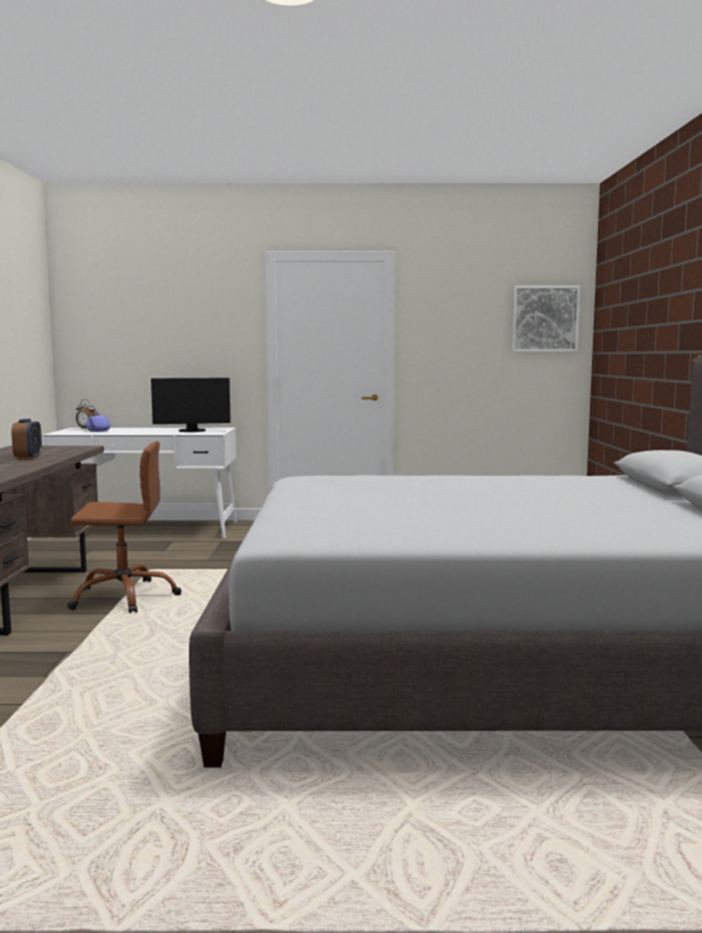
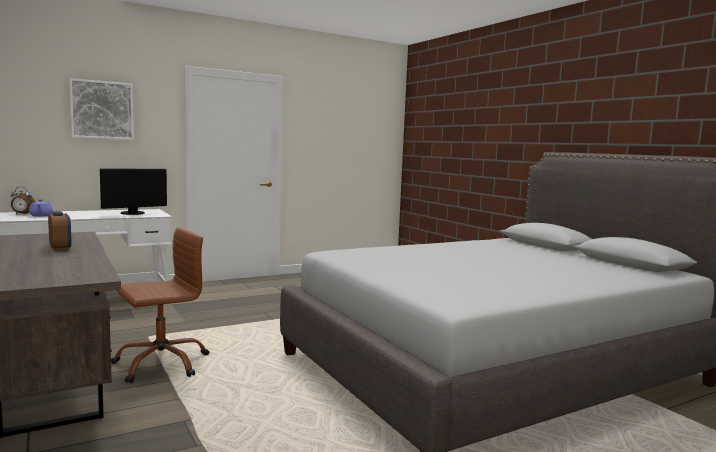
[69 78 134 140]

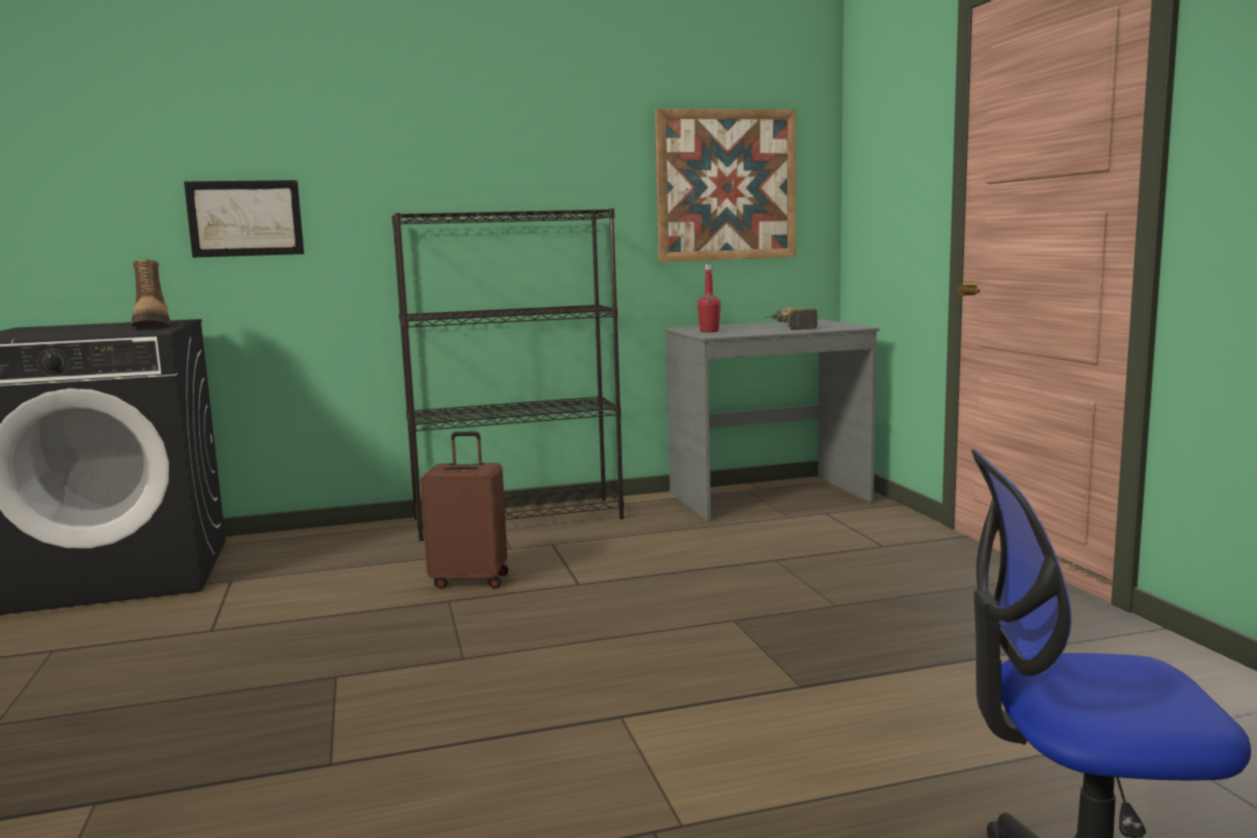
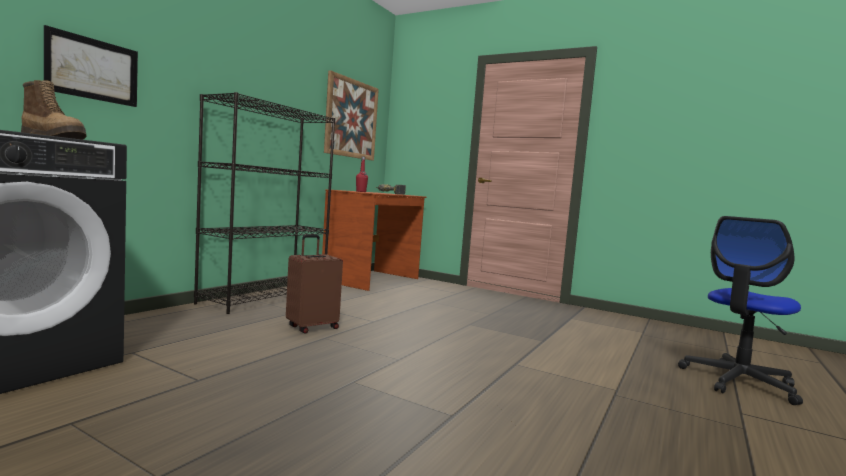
[322 189 426 291]

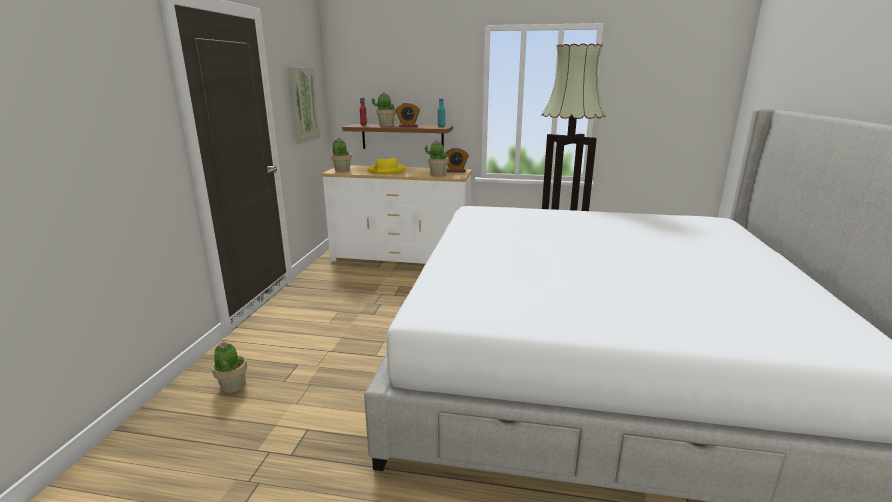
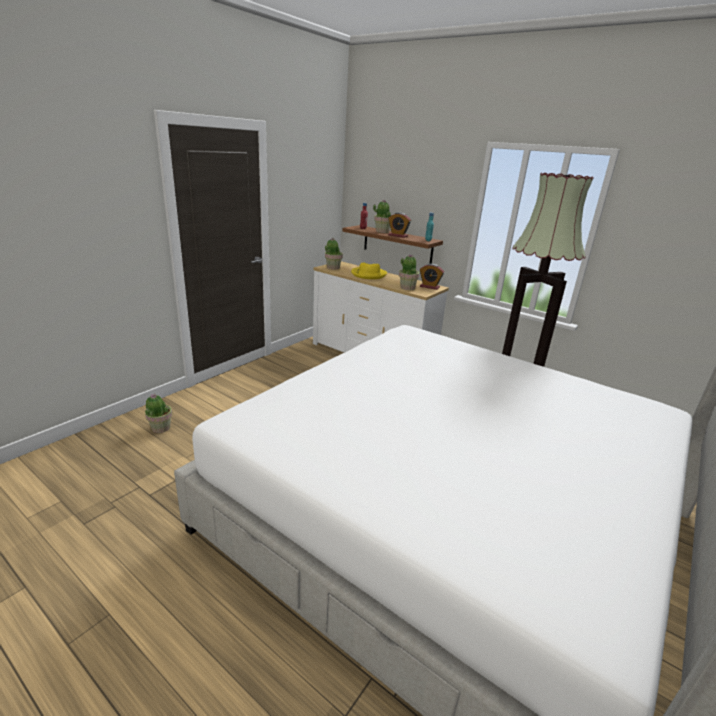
[287 67 320 144] (first image)

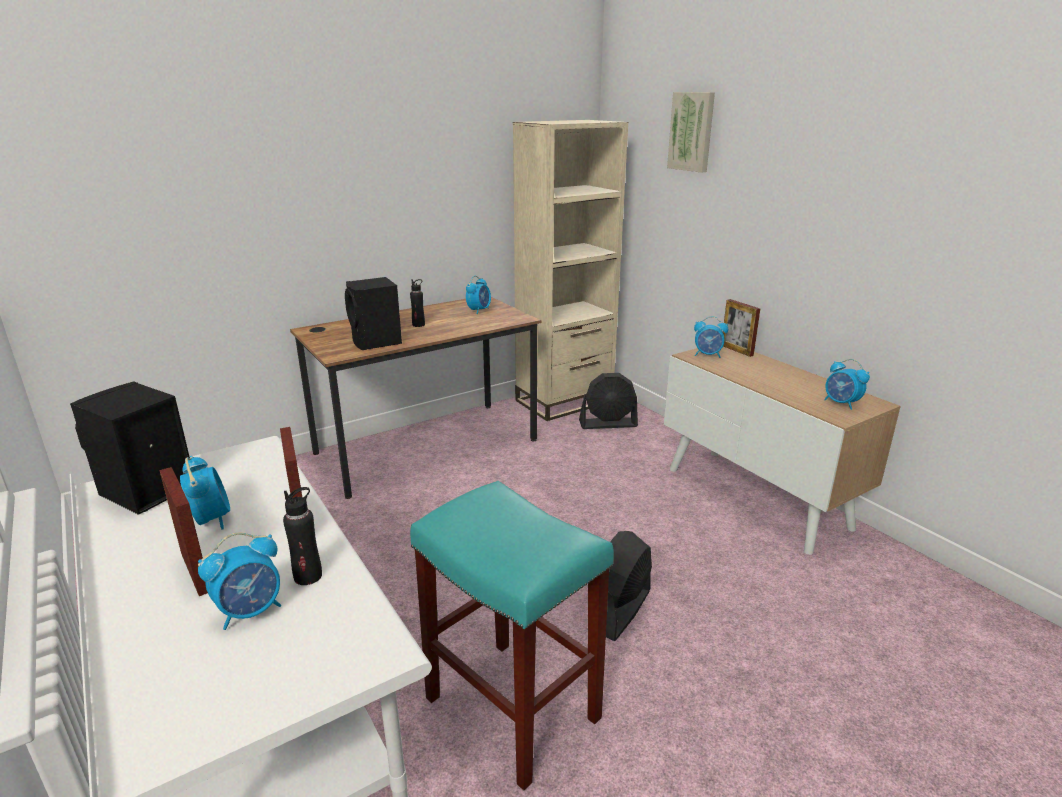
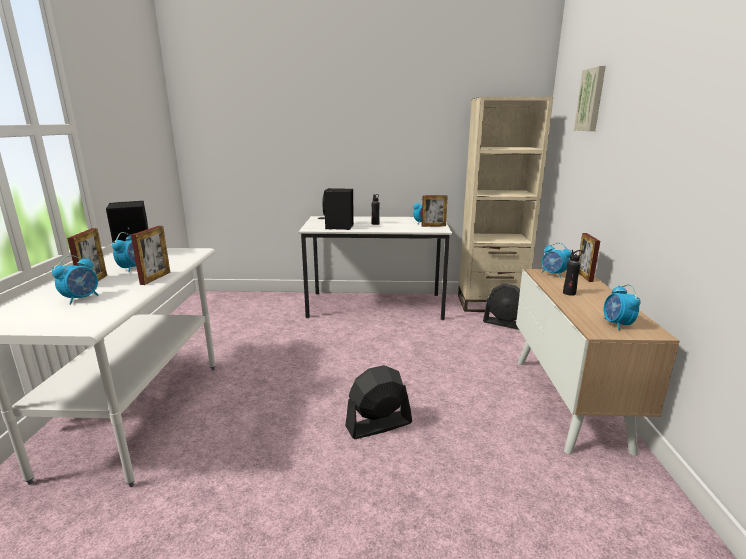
[52 255 98 305]
[298 216 452 320]
[422 195 448 227]
[563 250 583 296]
[410 481 614 791] (first image)

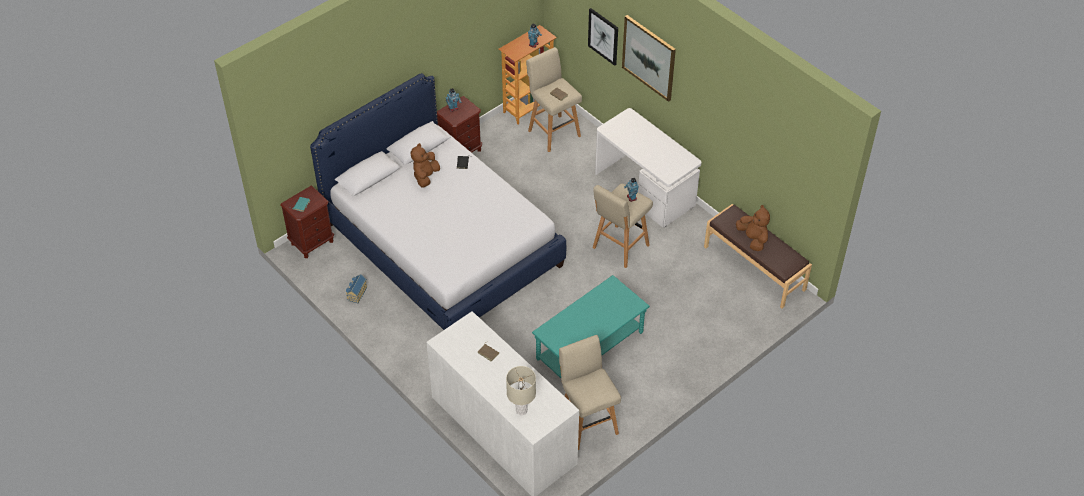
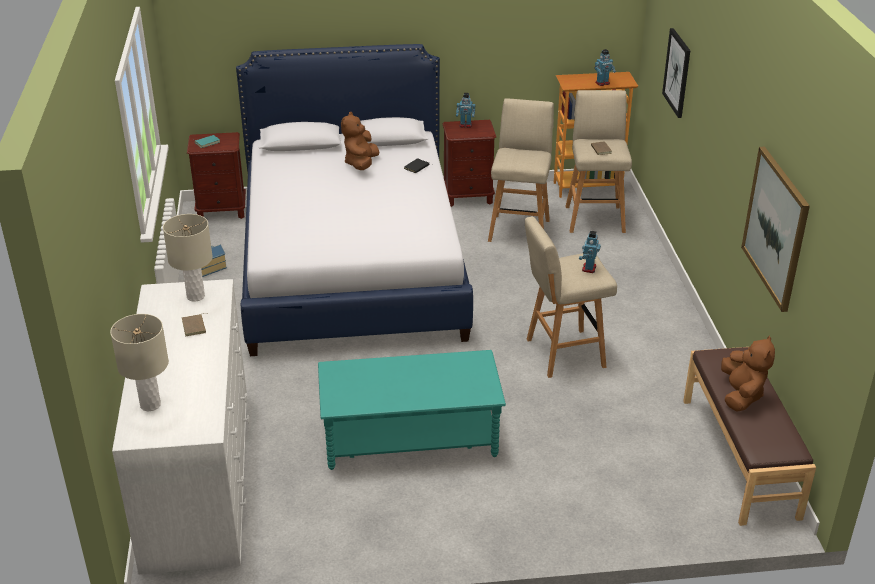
[163 214 213 302]
[341 112 379 170]
[488 98 554 242]
[741 147 810 312]
[595 108 702 228] (first image)

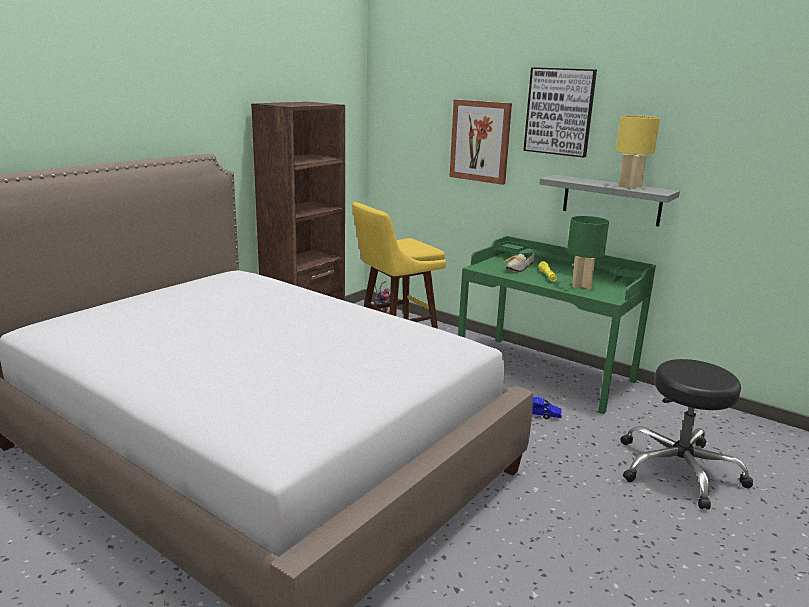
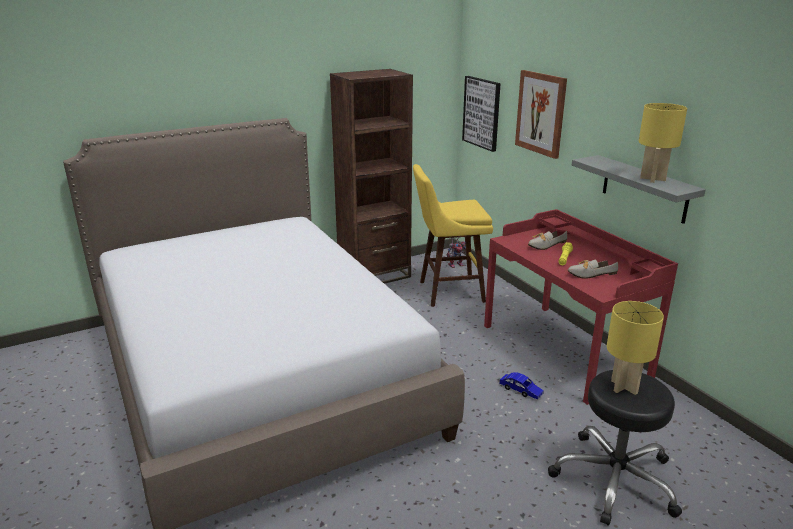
[462 76 501 152]
[484 209 678 405]
[568 259 618 279]
[607 301 664 395]

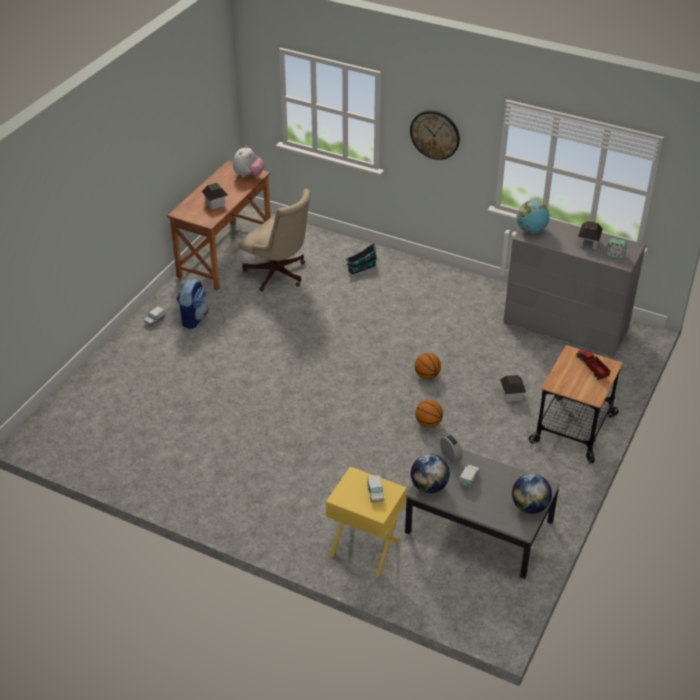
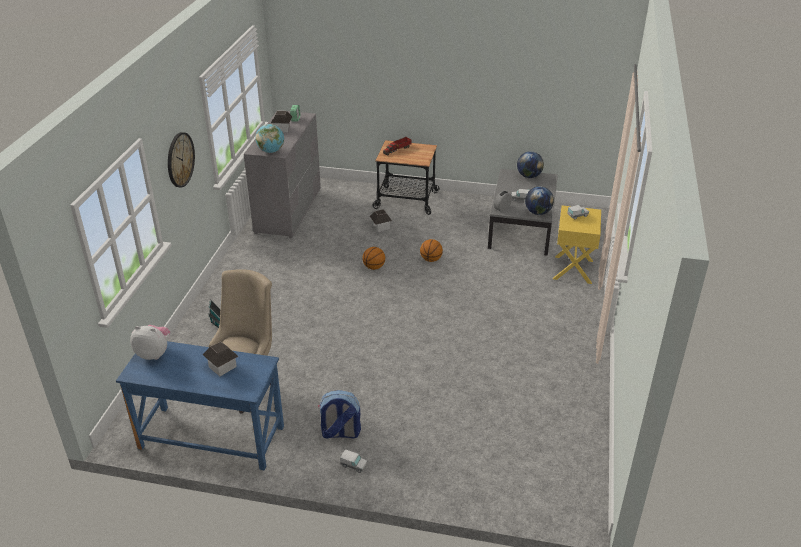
[116 341 284 470]

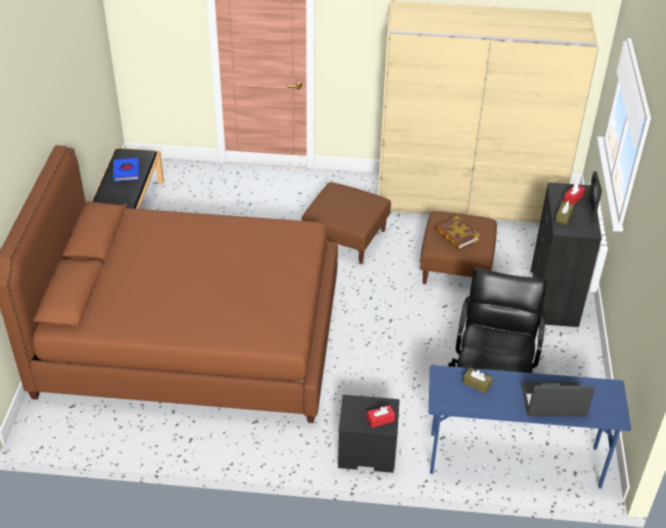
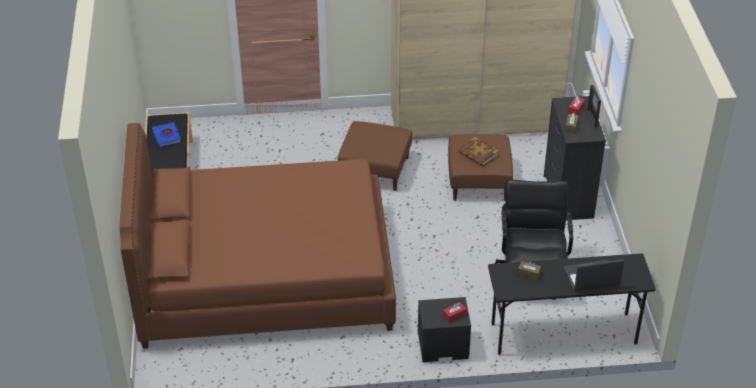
[488 253 656 355]

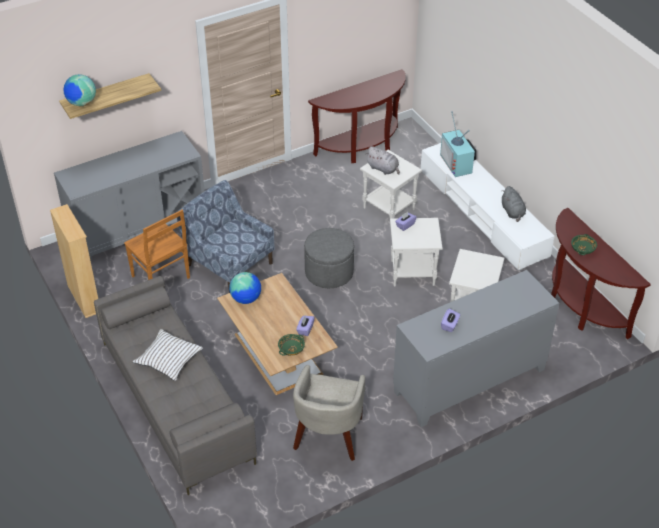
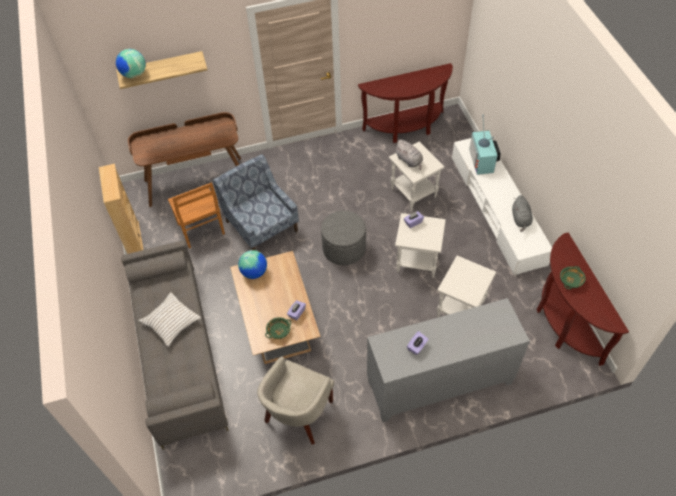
[128 112 241 207]

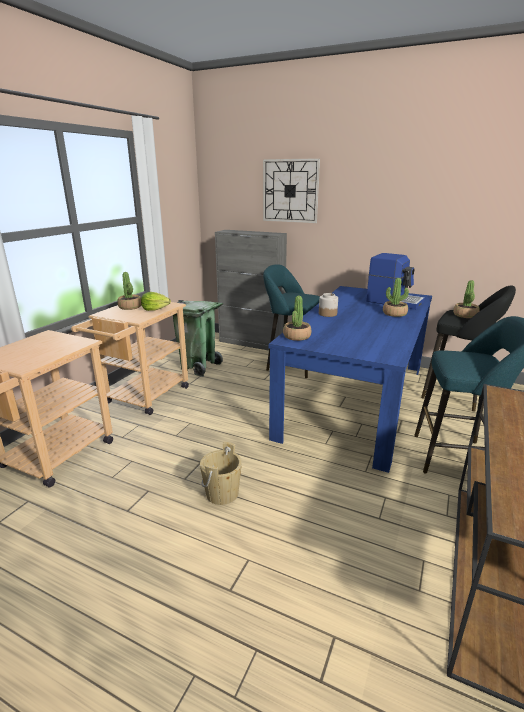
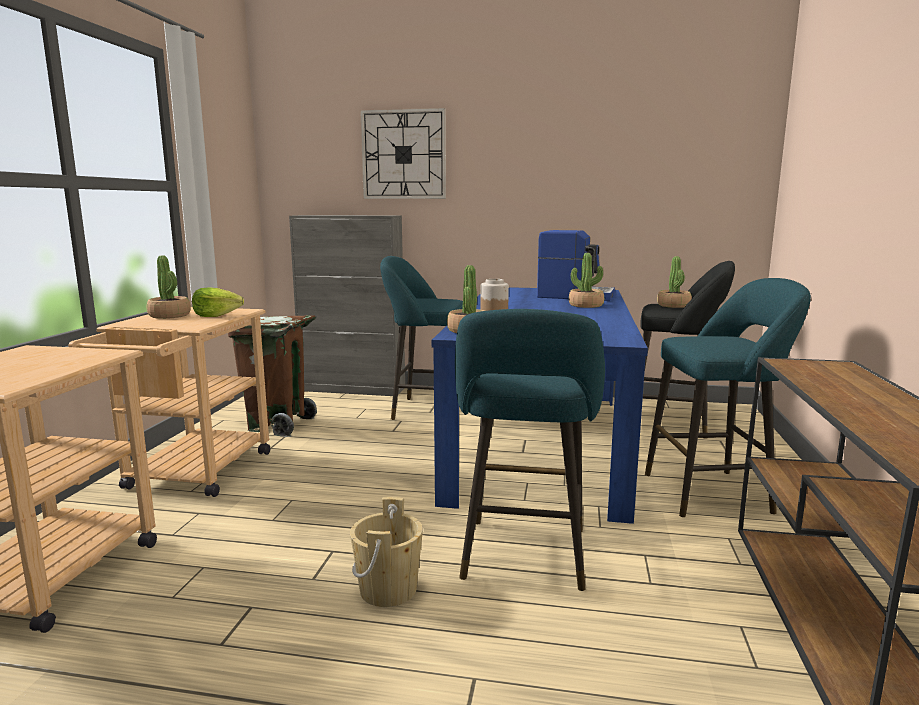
[228 315 317 437]
[455 309 605 591]

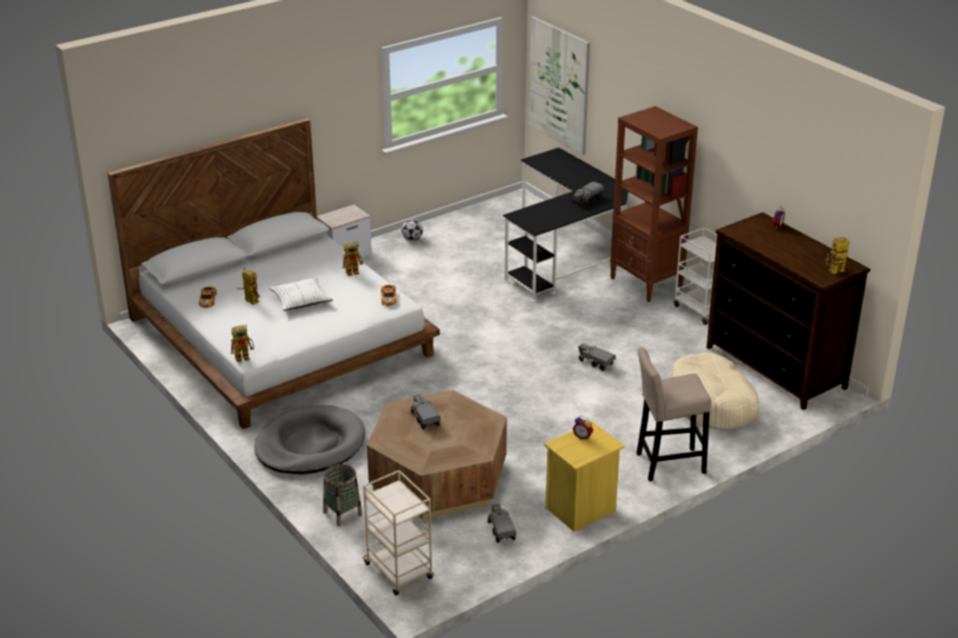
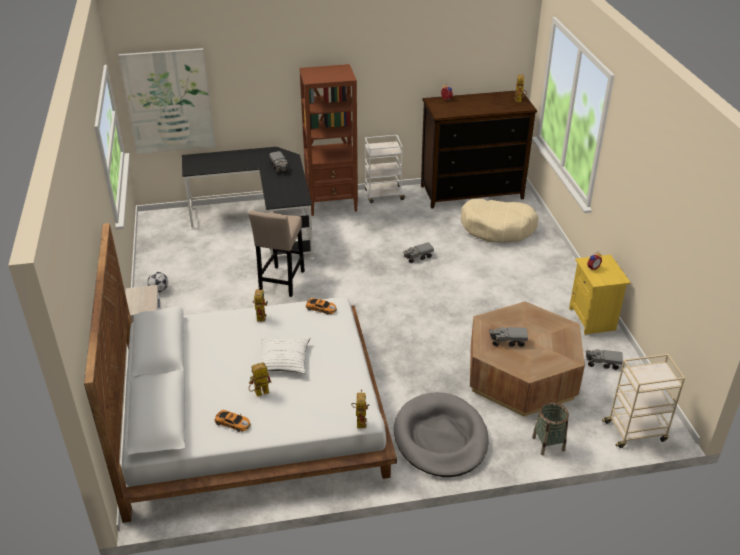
[248 210 305 297]

